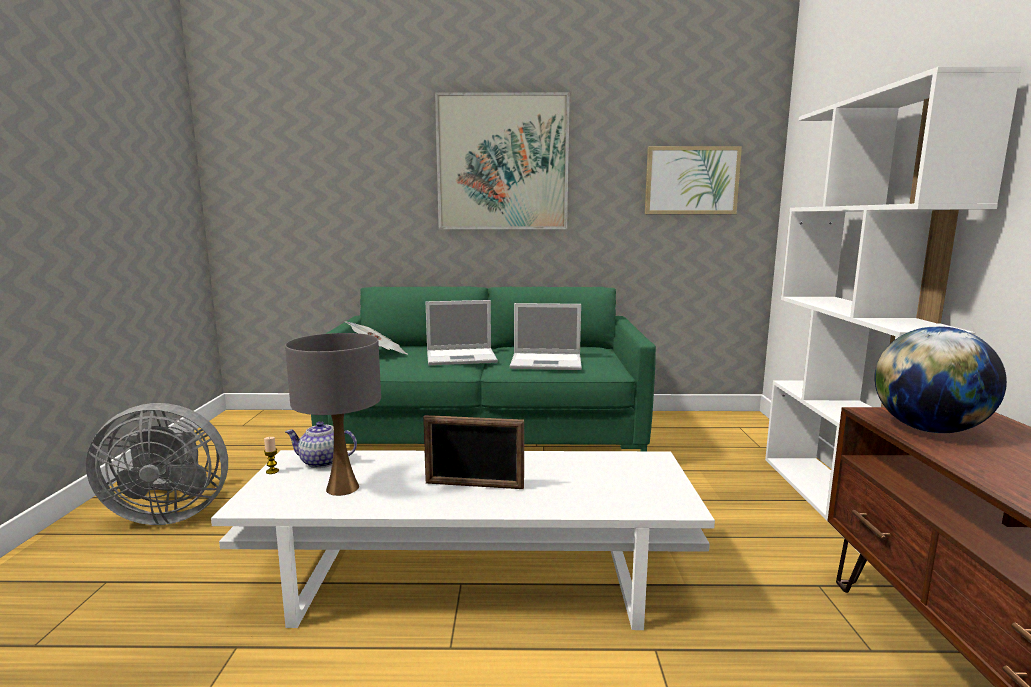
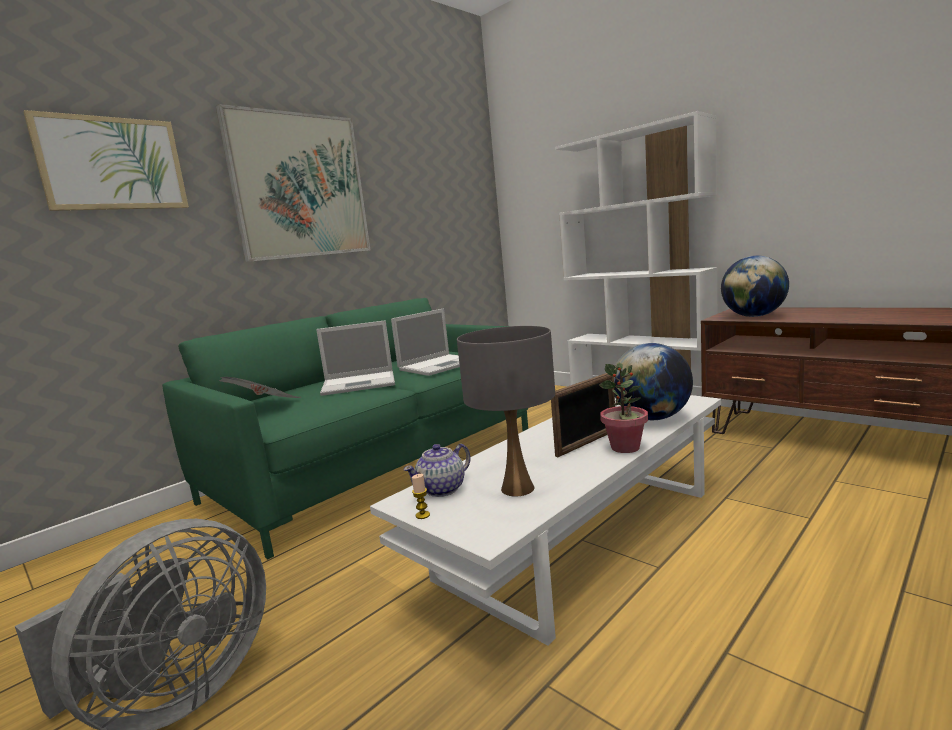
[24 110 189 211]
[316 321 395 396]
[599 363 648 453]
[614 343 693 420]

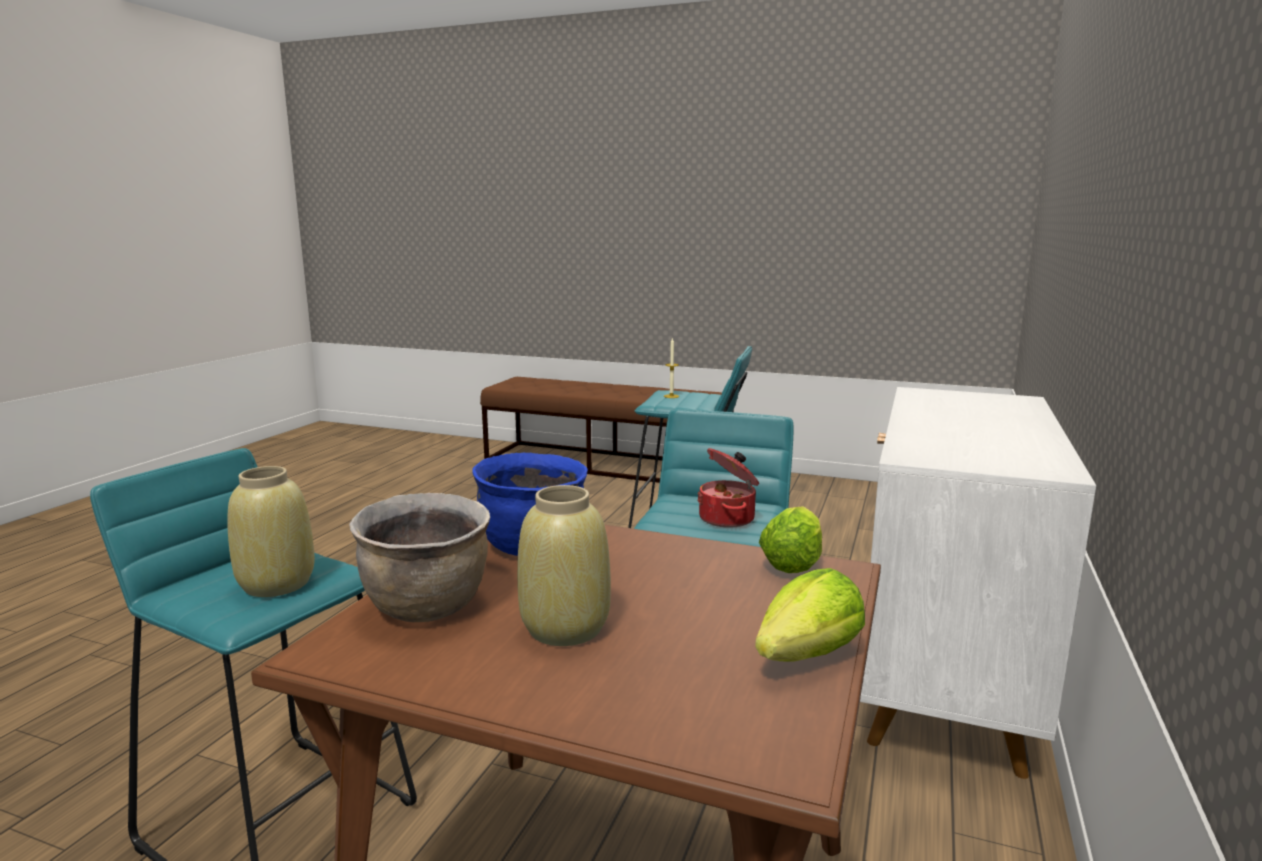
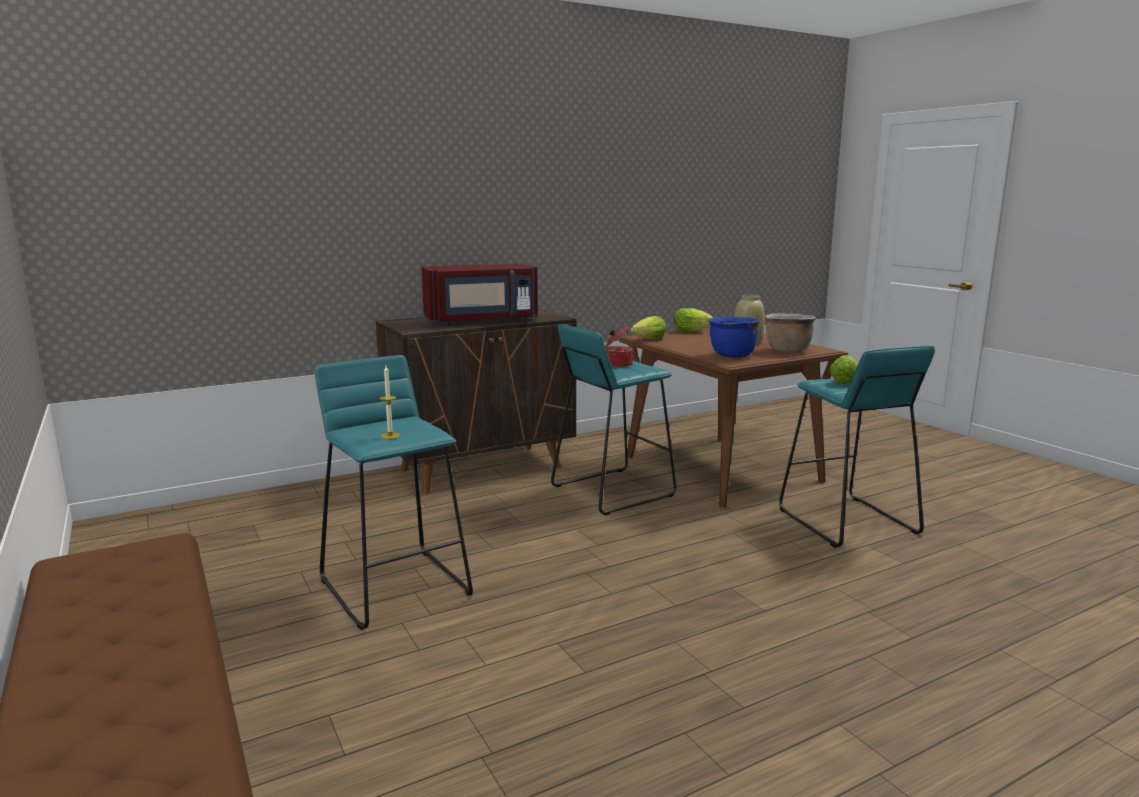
[376 308 577 494]
[421 263 538 325]
[829 355 858 384]

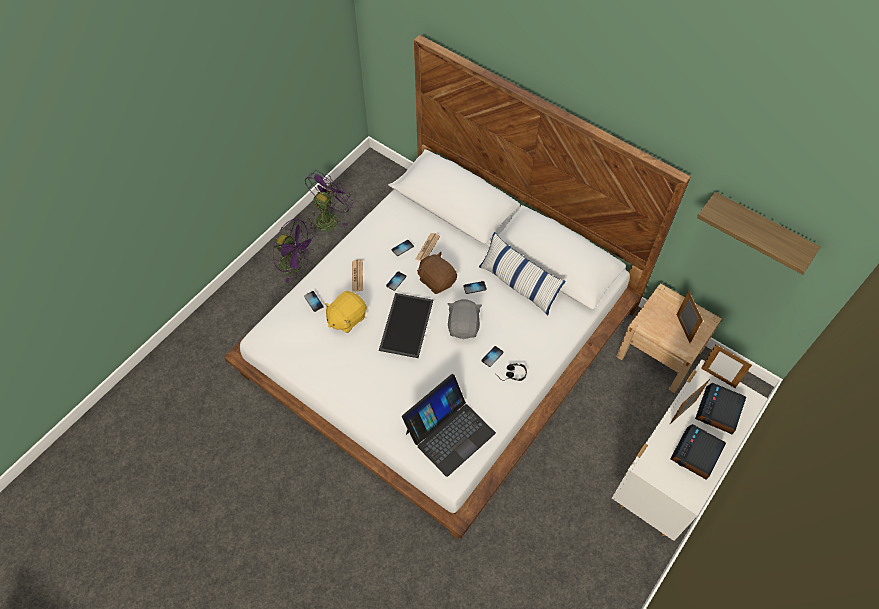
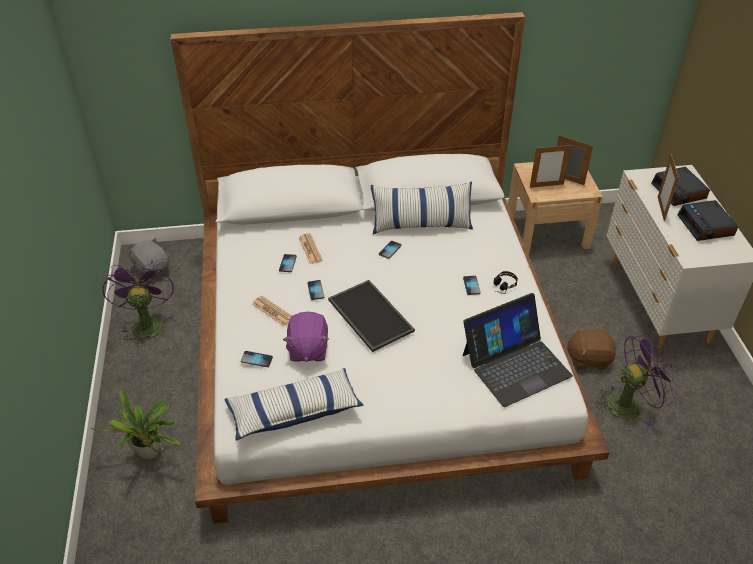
[90 391 181 459]
[126 238 169 274]
[224 368 363 440]
[283 312 329 362]
[463 293 573 407]
[530 144 572 188]
[566 326 616 370]
[596 333 677 427]
[697 192 821 275] (first image)

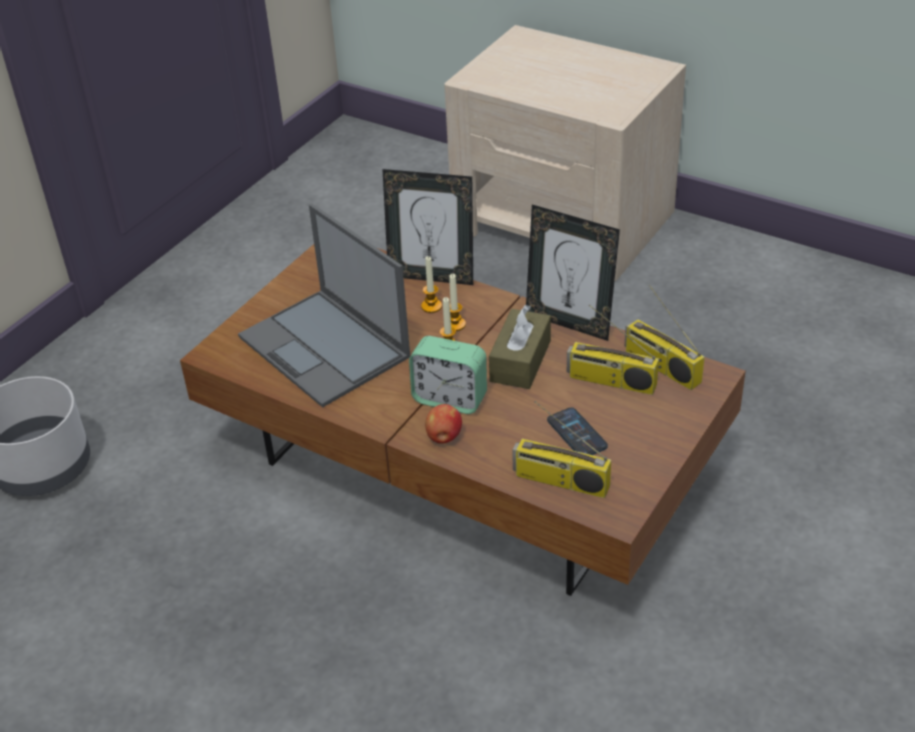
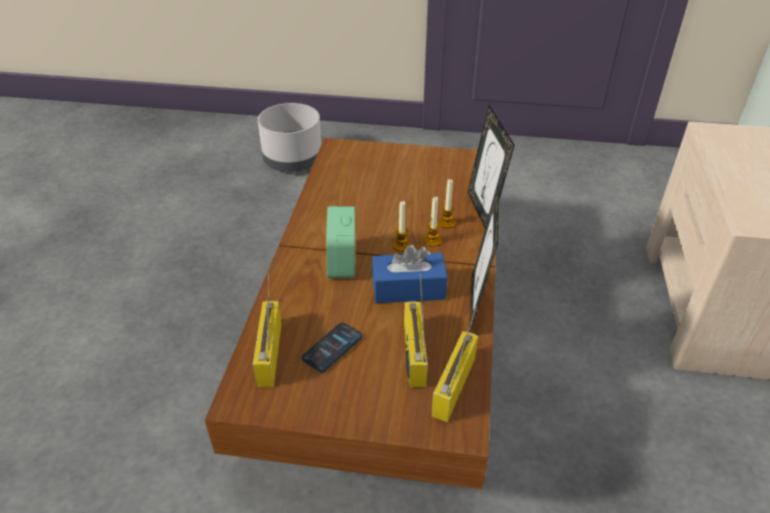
[372 244 448 303]
[238 203 410 408] (first image)
[425 404 462 444] (first image)

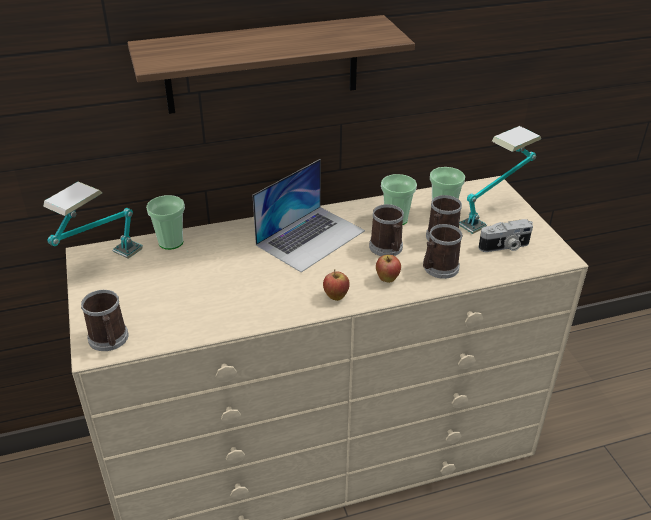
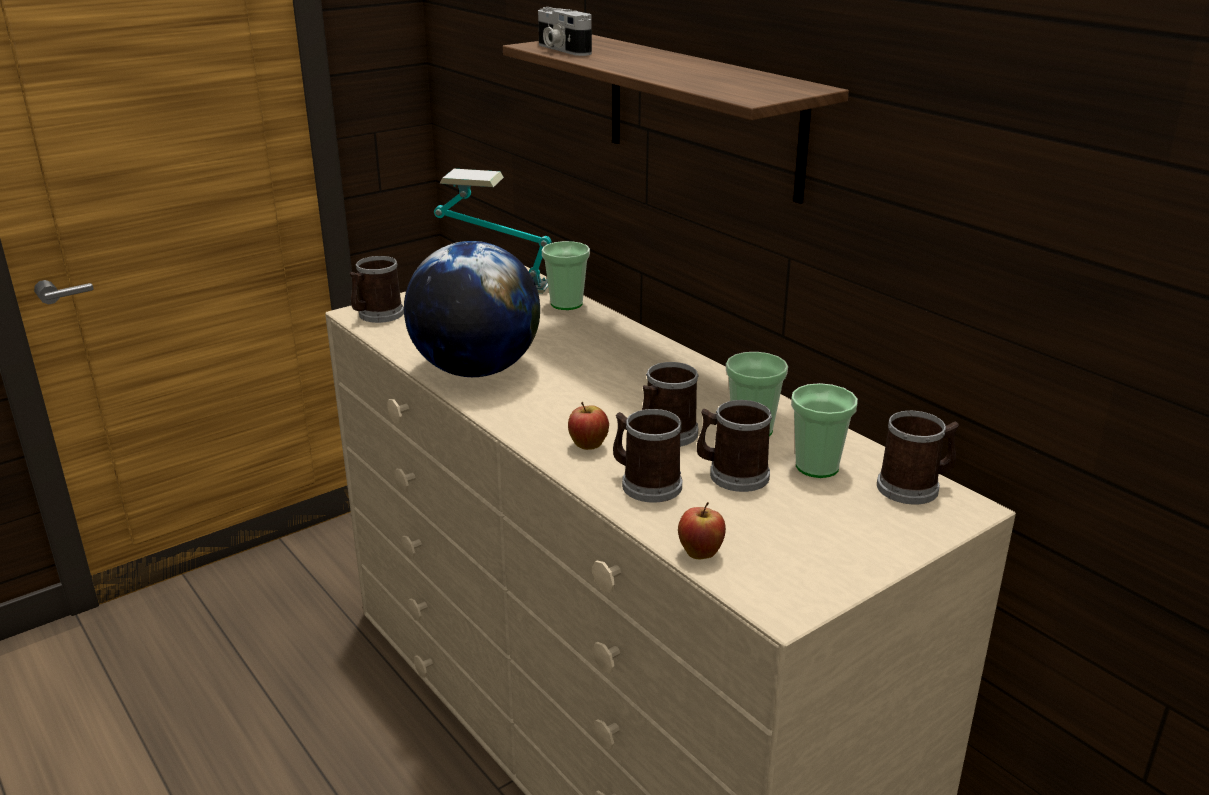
[404 241 540 377]
[538 7 592 56]
[678 502 726 559]
[877 411 959 504]
[253 159 365 272] (first image)
[459 126 541 234] (first image)

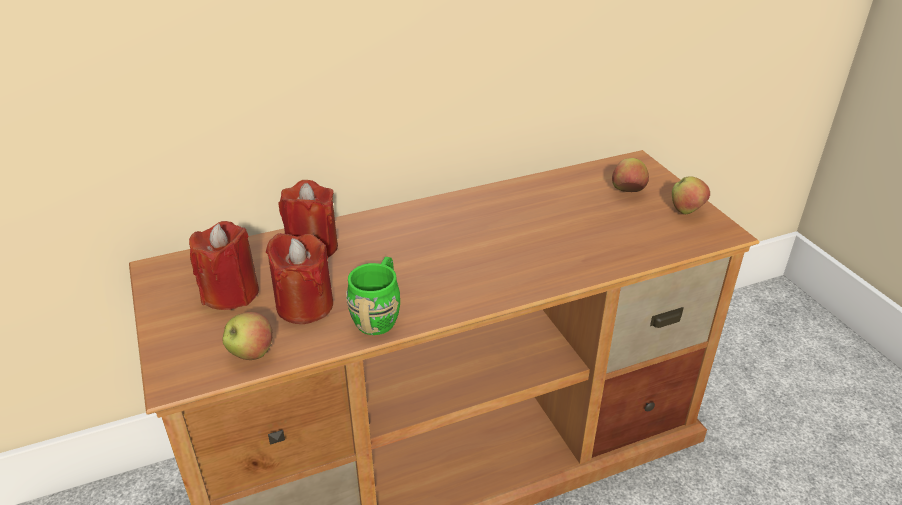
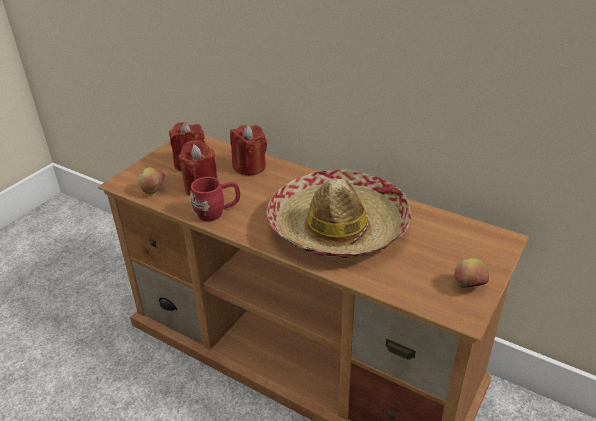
[190 177 240 221]
[266 169 411 258]
[612 158 649 192] (first image)

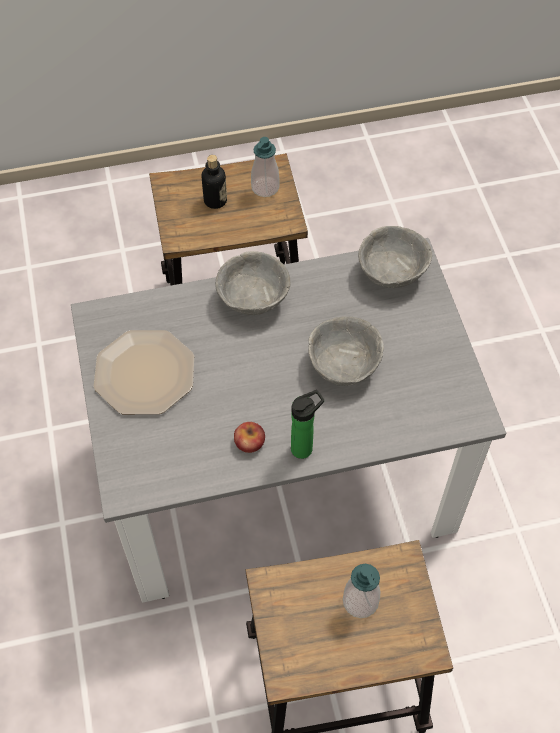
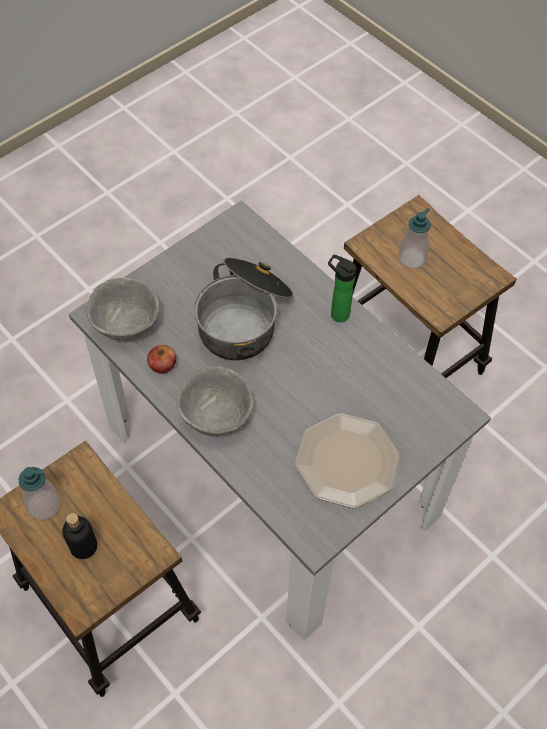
[147 345 176 373]
[194 258 293 360]

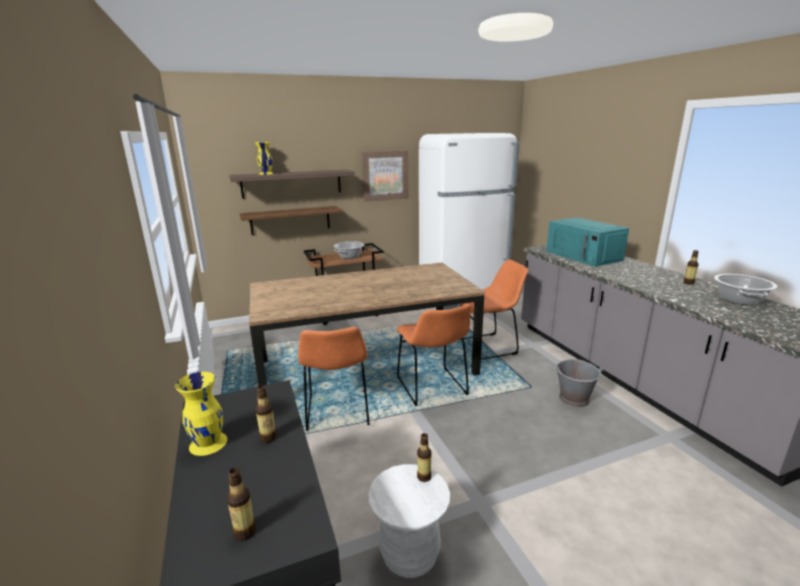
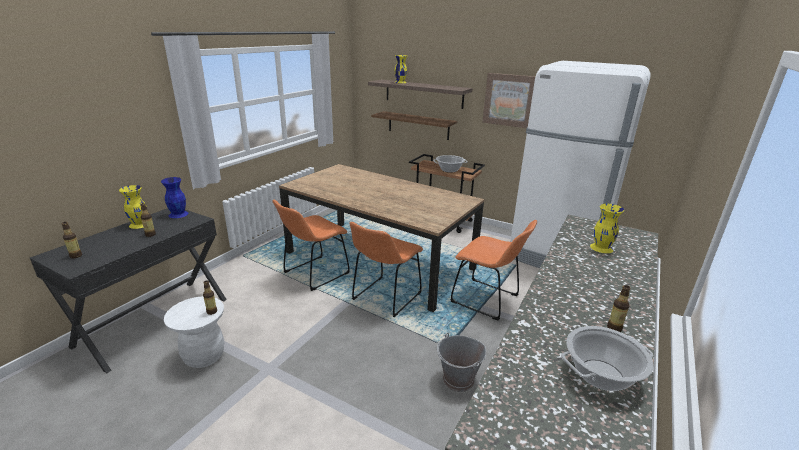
[161 177 189 218]
[590 204 624 253]

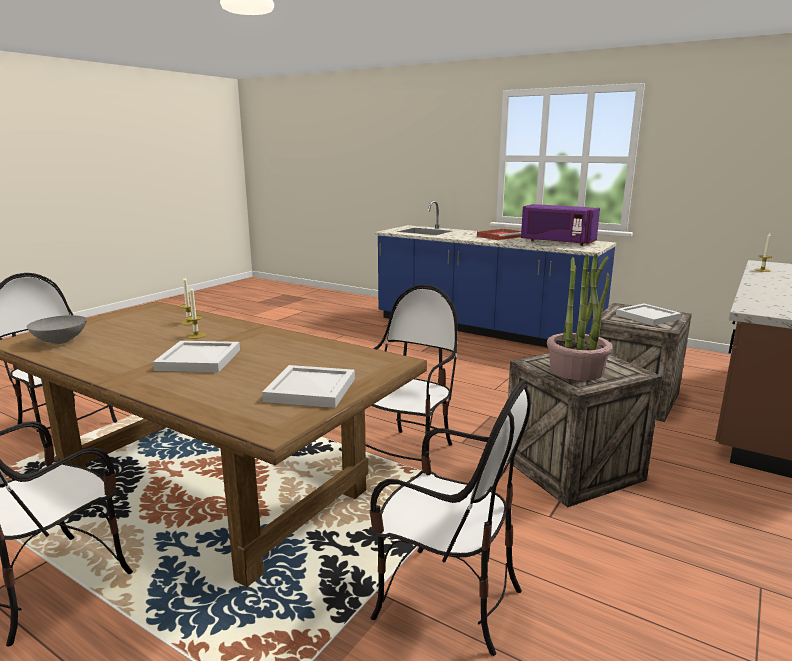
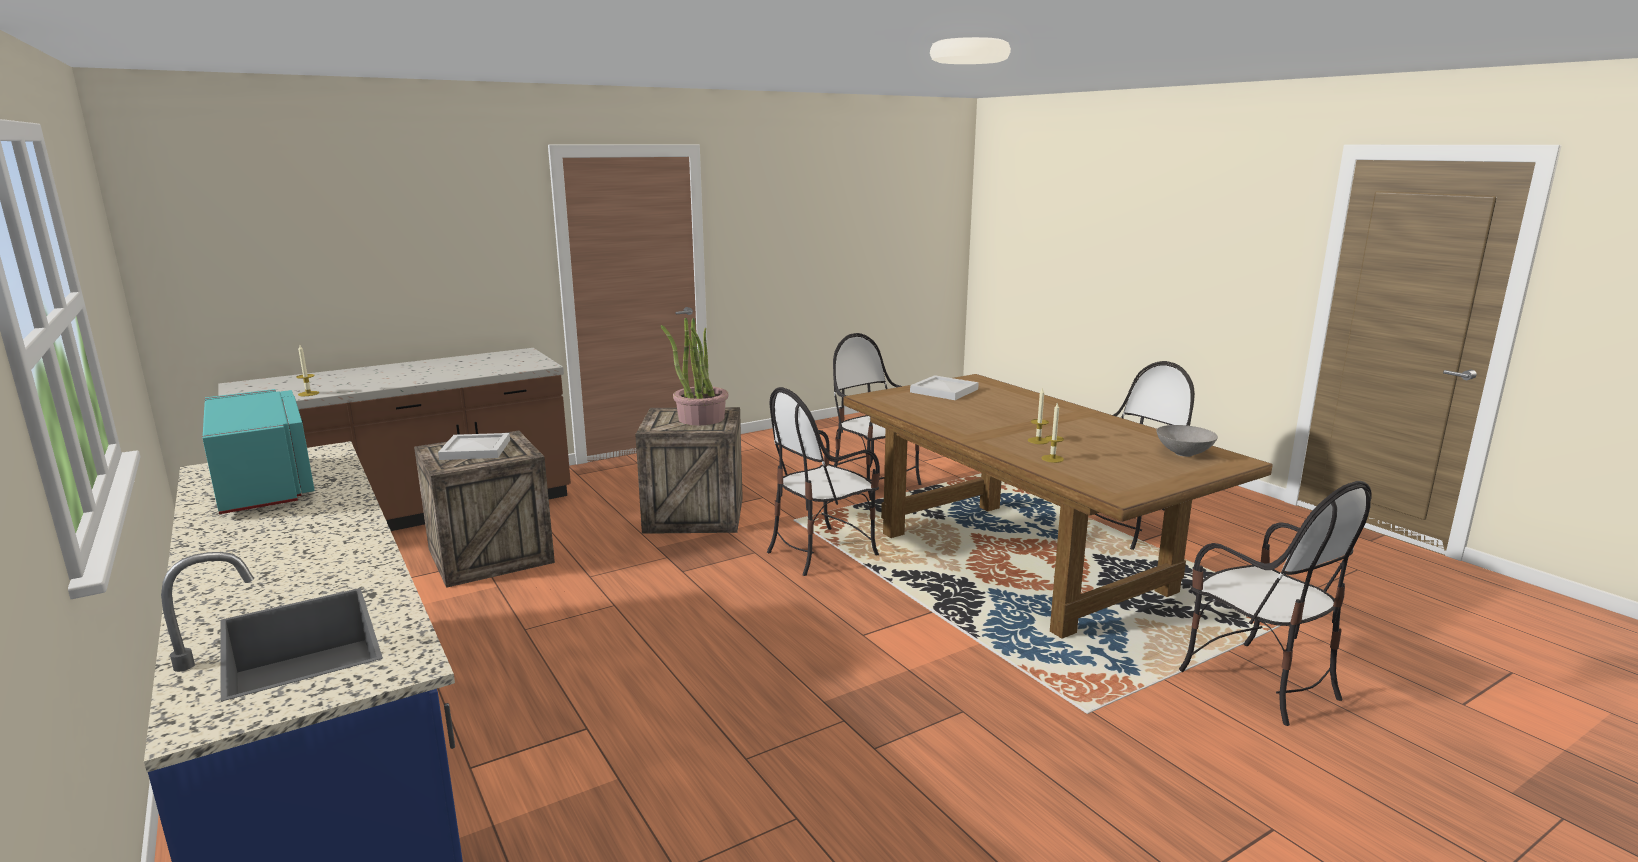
[203 389 315 514]
[153 341 240 372] (first image)
[477 229 521 240] (first image)

